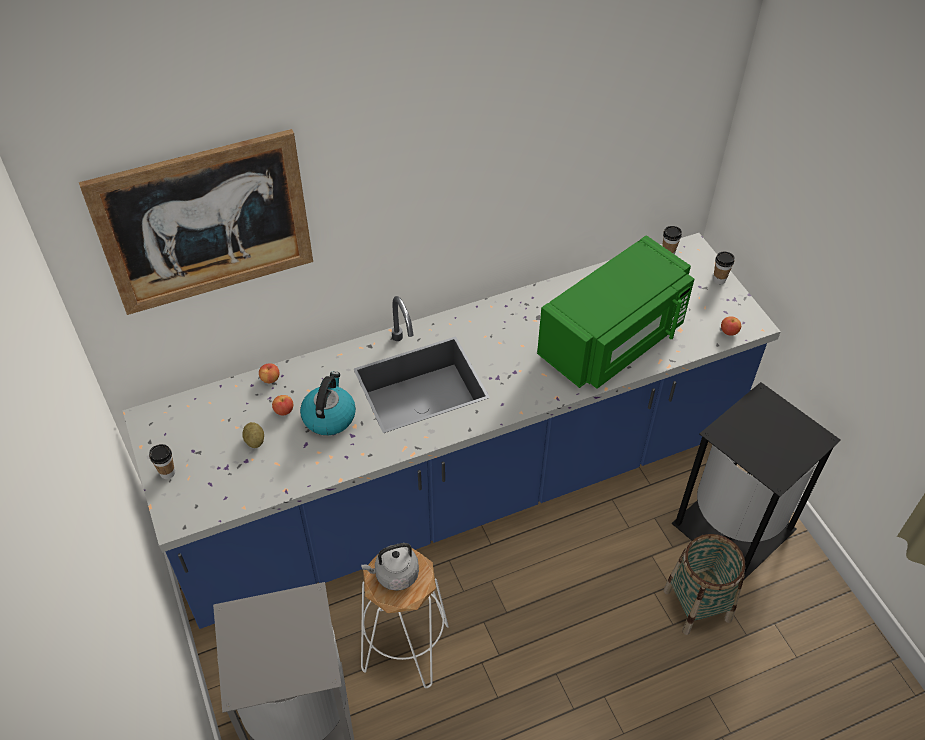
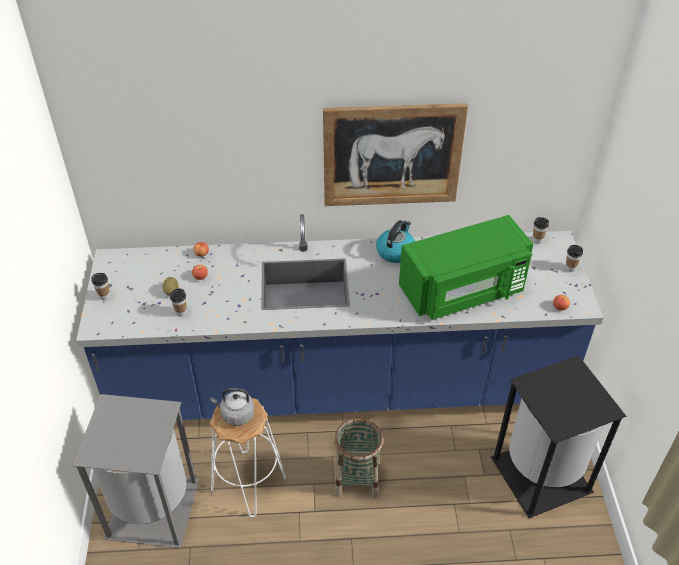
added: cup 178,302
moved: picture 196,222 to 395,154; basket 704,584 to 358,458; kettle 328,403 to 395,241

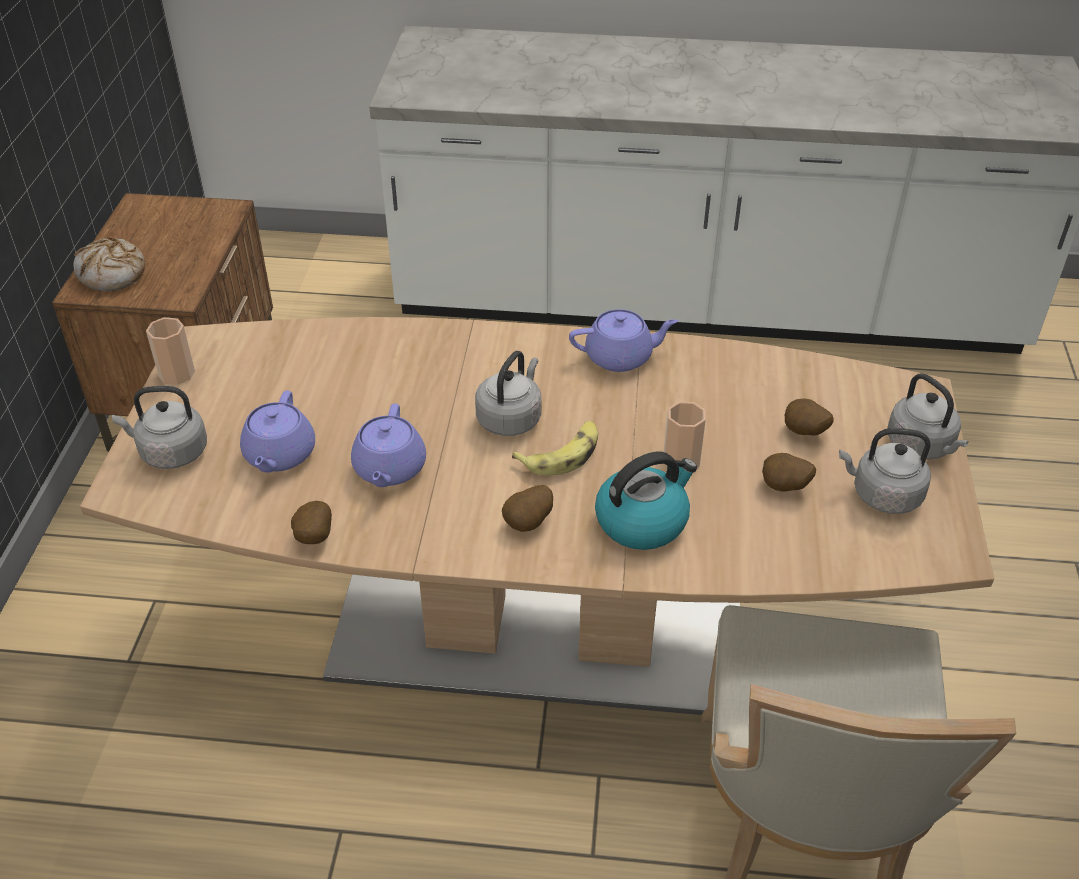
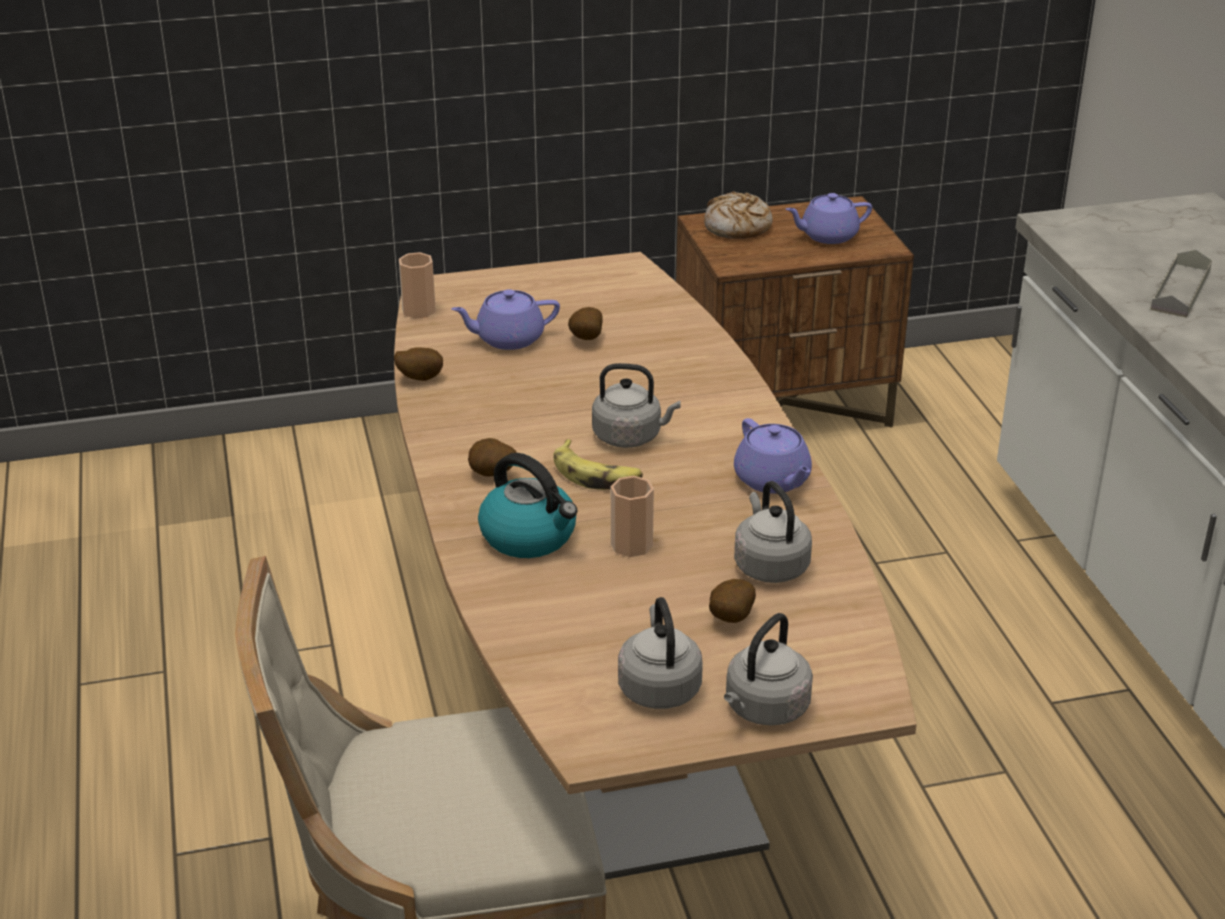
added: tray (grey) 1181,284
moved: cup 170,351 to 417,285; potato 789,472 to 585,323; kettle (grey) 159,427 to 773,532; teapot (purple) 388,445 to 829,218

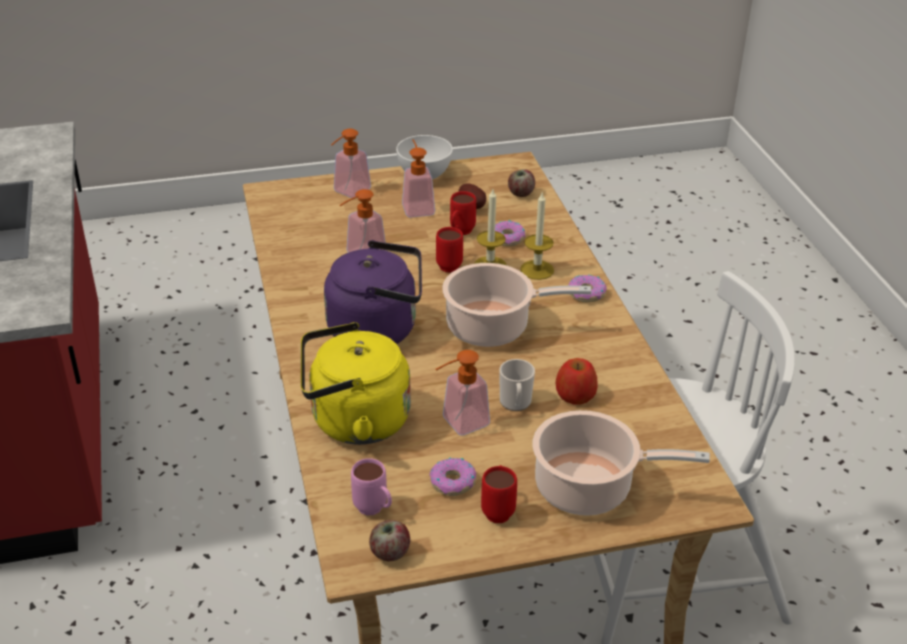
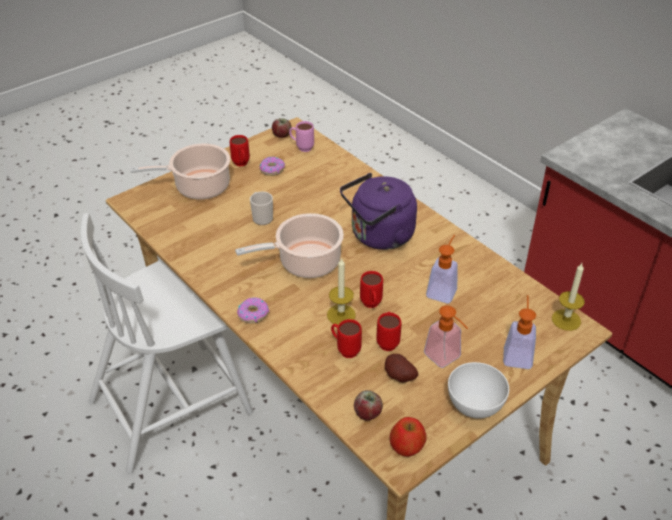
removed: kettle (yellow) 356,383; soap dispenser 462,393
moved: apple 577,381 to 408,437; candle 537,235 to 568,297
replaced: donut 510,233 to mug (red) 346,338

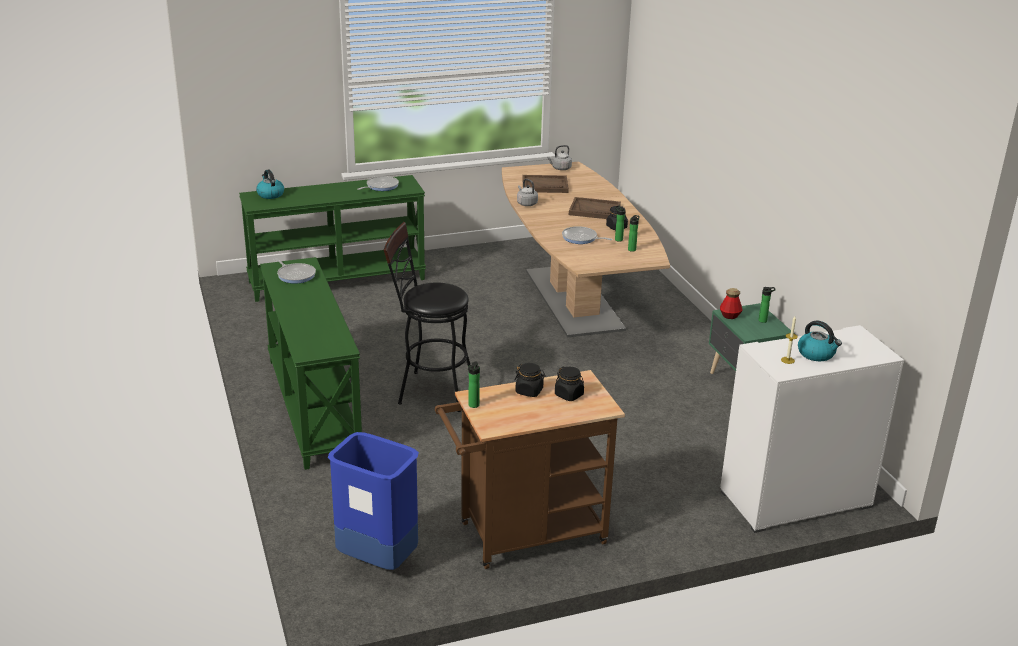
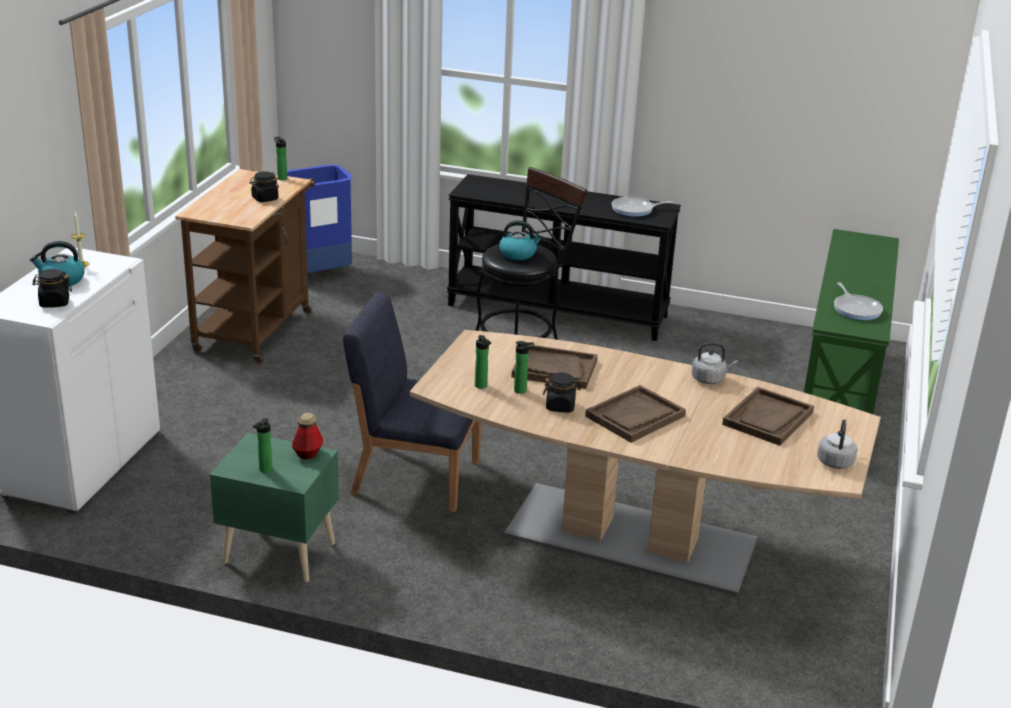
added: chair (blue) 412,402
moved: jar (black) 569,384 to 52,288; kettle 270,184 to 521,240
replaced: frying pan 587,235 to tray (brown) 554,367
recoloured: console table (green) 311,363 to console table (black) 564,257

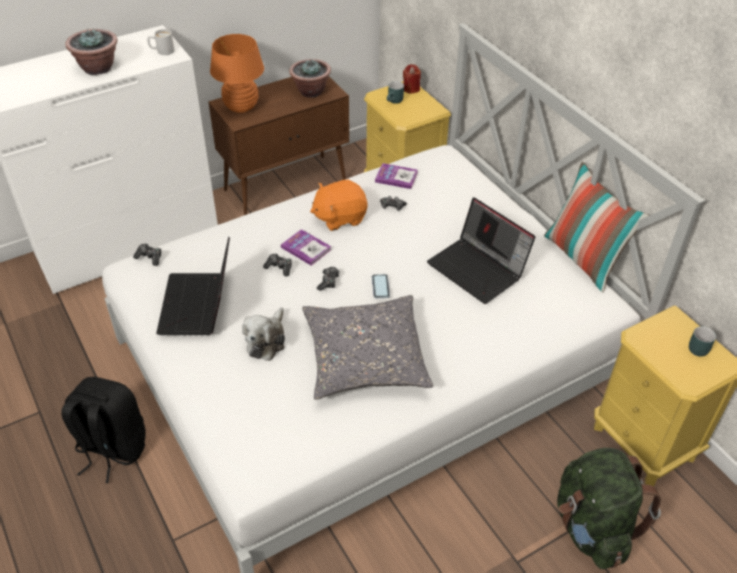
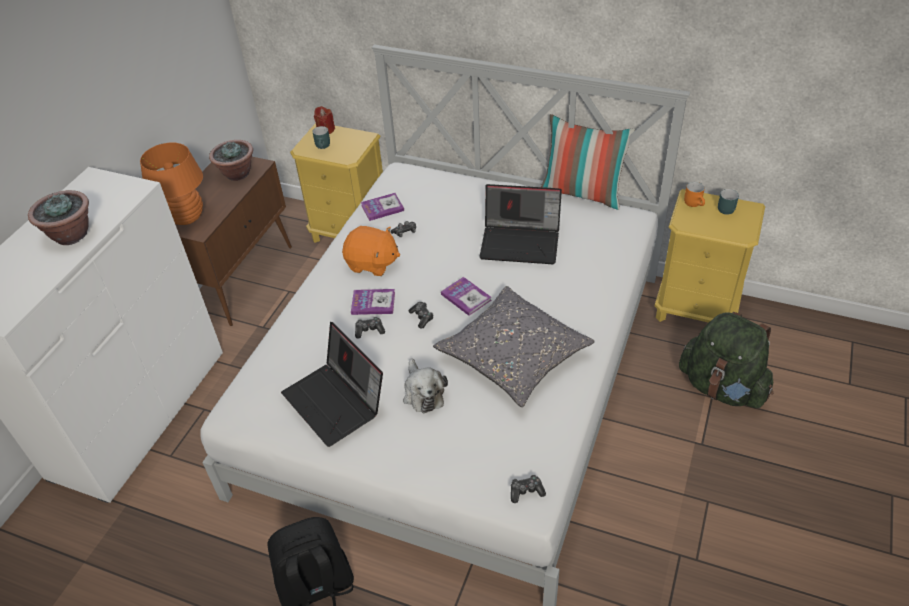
removed: mug (white) 161,42
added: mug (orange) 694,194
moved: game controller 147,255 to 528,489
replaced: phone 381,286 to book 466,296
turned: plush toy (orange) 339,205 = 371,251 105 degrees counterclockwise

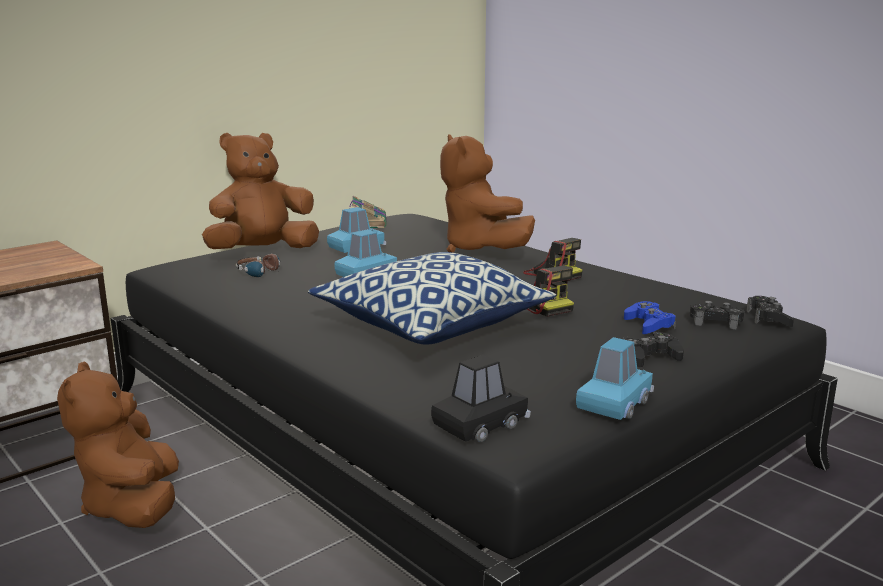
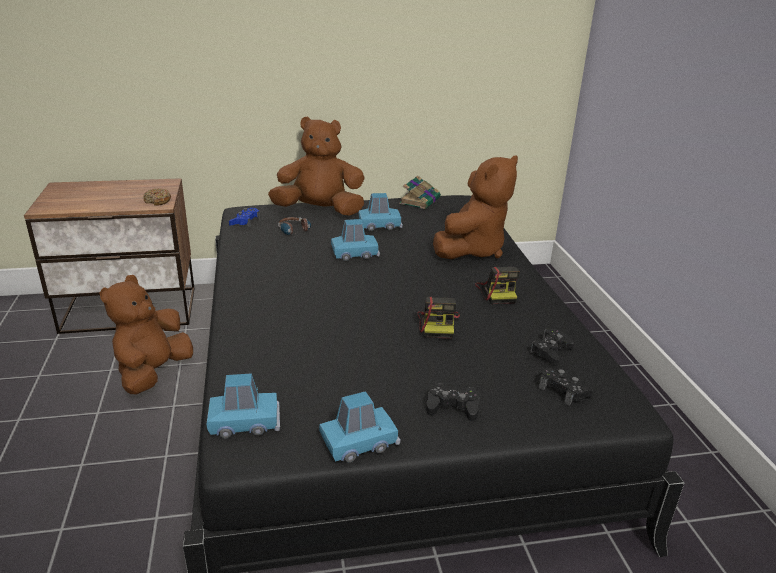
removed: pillow 432,298
added: donut 157,197
moved: game controller (blue) 650,317 to 245,218; game controller (black) 770,311 to 552,347
recoloured: toy car (black) 481,398 to toy car (blue) 243,406
turned: plush toy (brown) 487,193 = 475,207 150 degrees counterclockwise

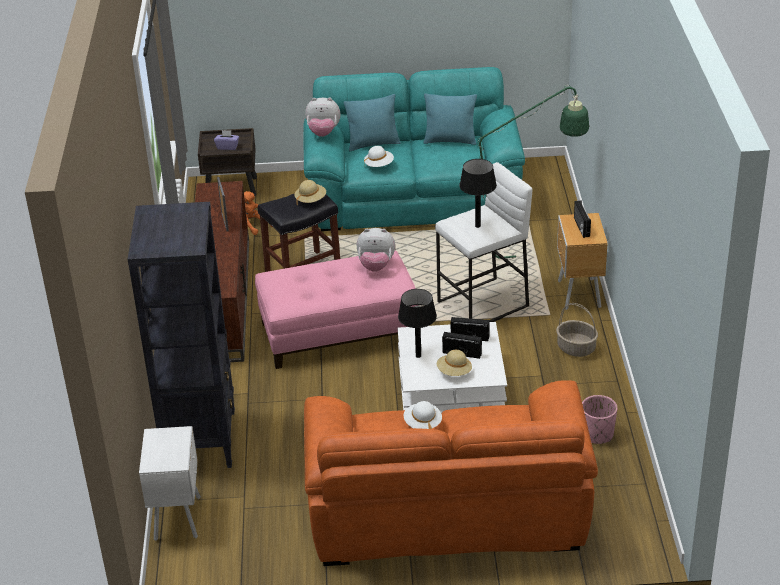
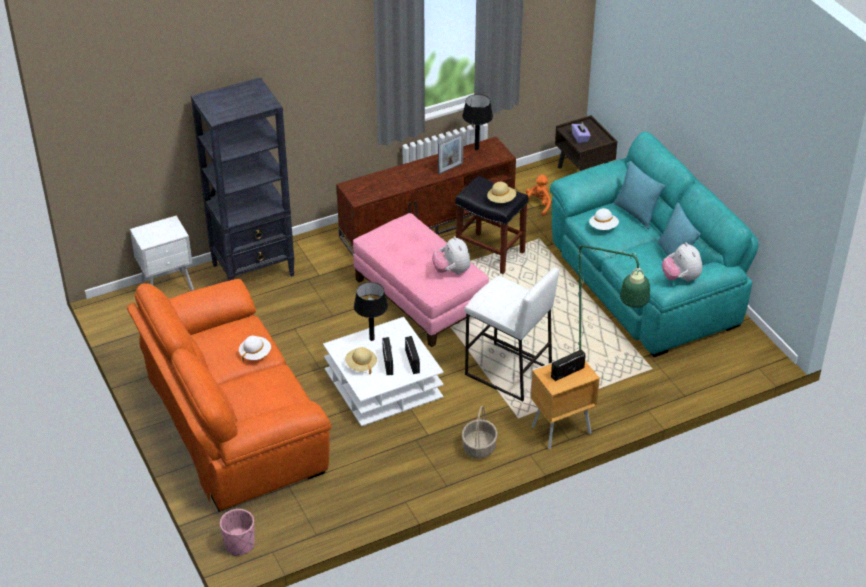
moved: planter (pink) 599,419 to 237,532; table lamp (black) 478,193 to 477,122; plush toy 322,117 to 682,262

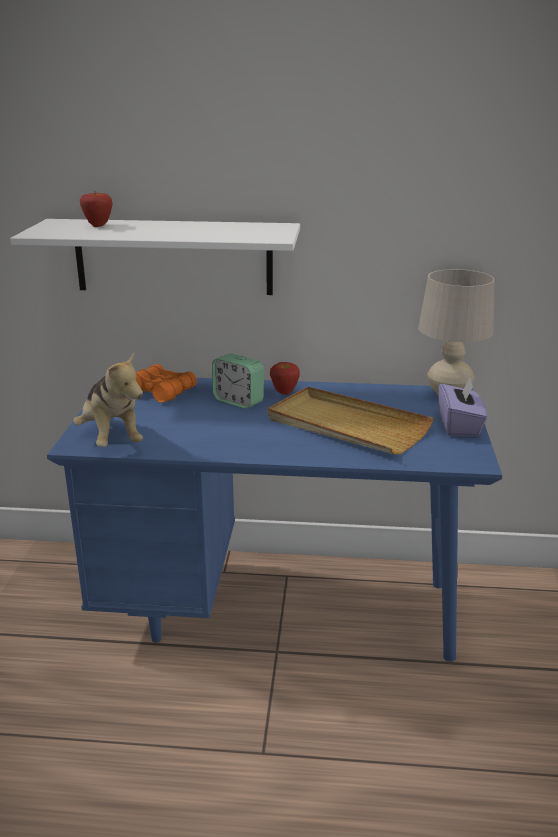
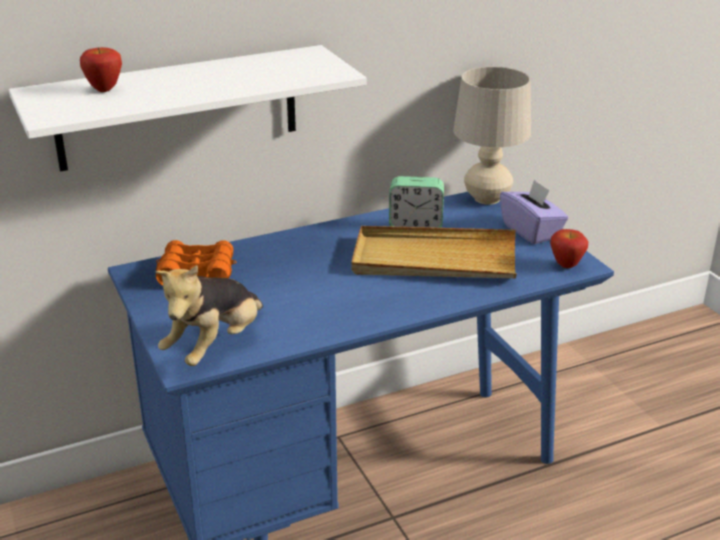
moved: alarm clock 238,381 to 416,202; apple 285,378 to 569,248
turned: plush toy 108,399 = 209,315 90 degrees clockwise

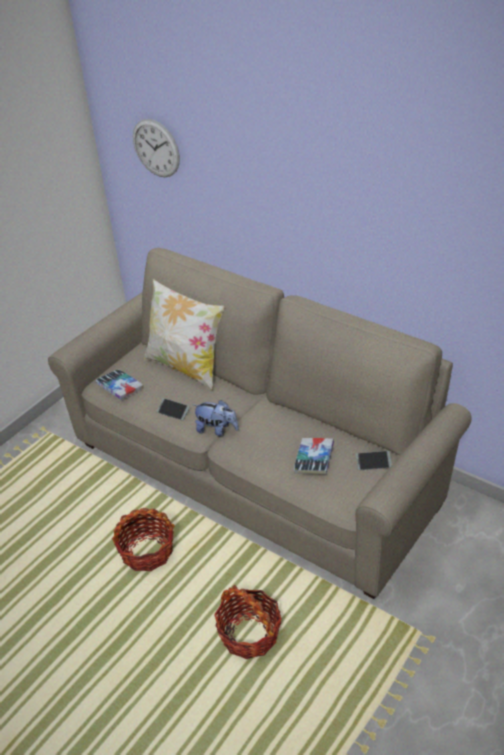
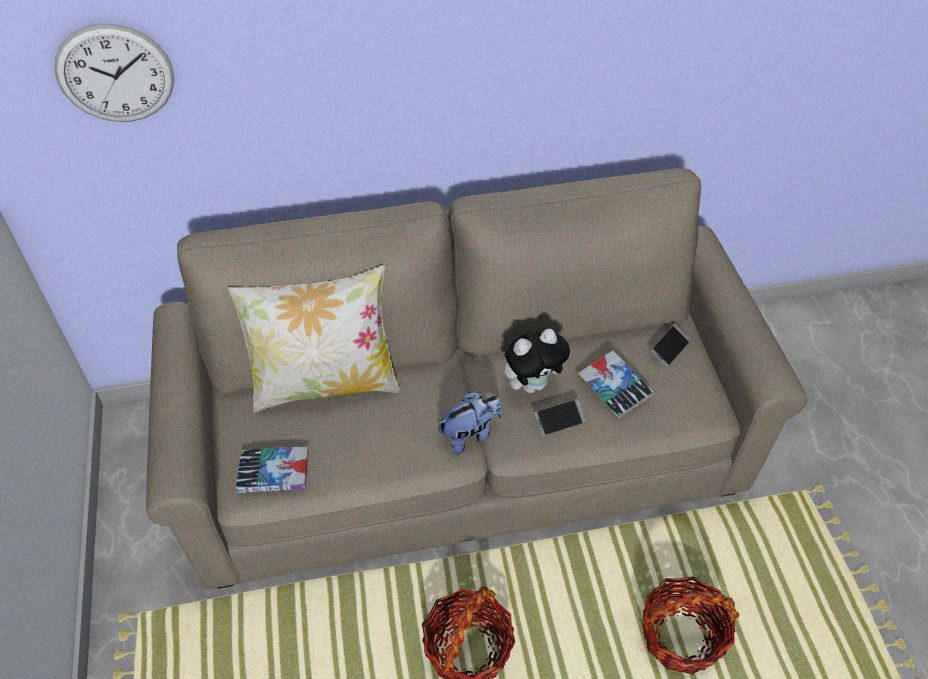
added: plush toy 537,361
moved: phone 173,409 to 560,417

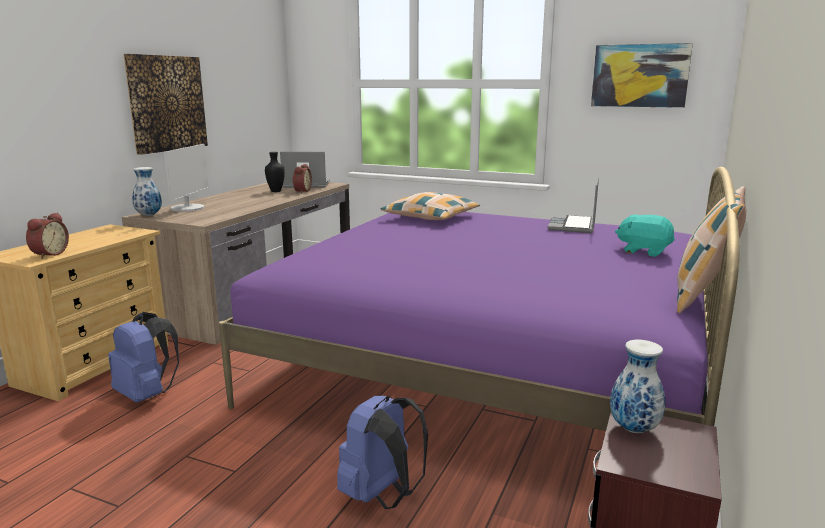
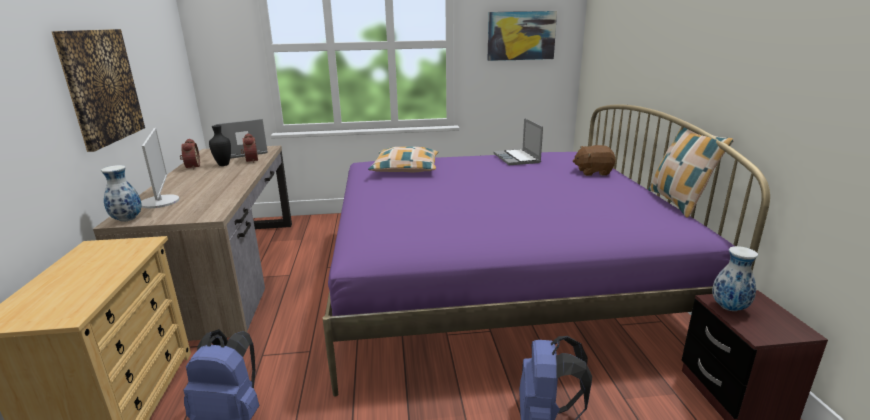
moved: alarm clock 47,236 to 190,153
recoloured: plush toy (turquoise) 645,235 to plush toy (brown) 594,160

